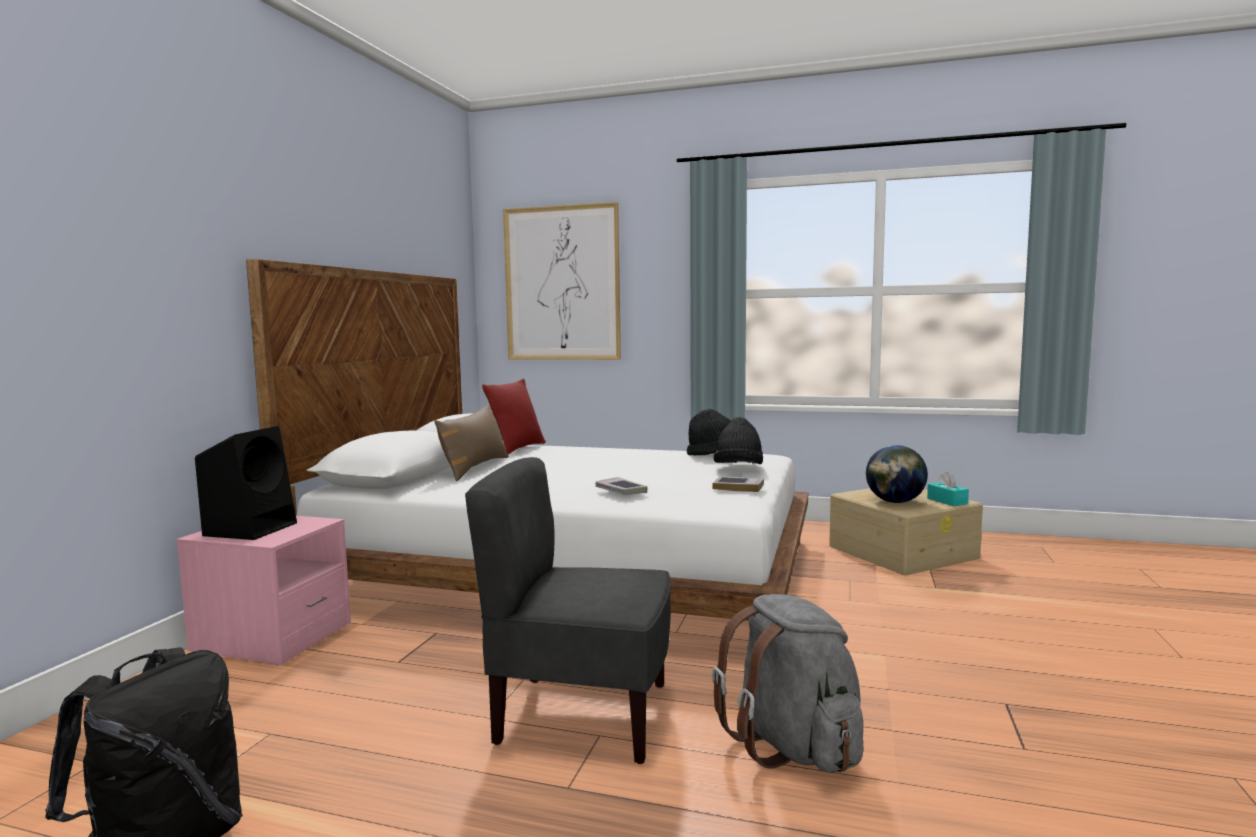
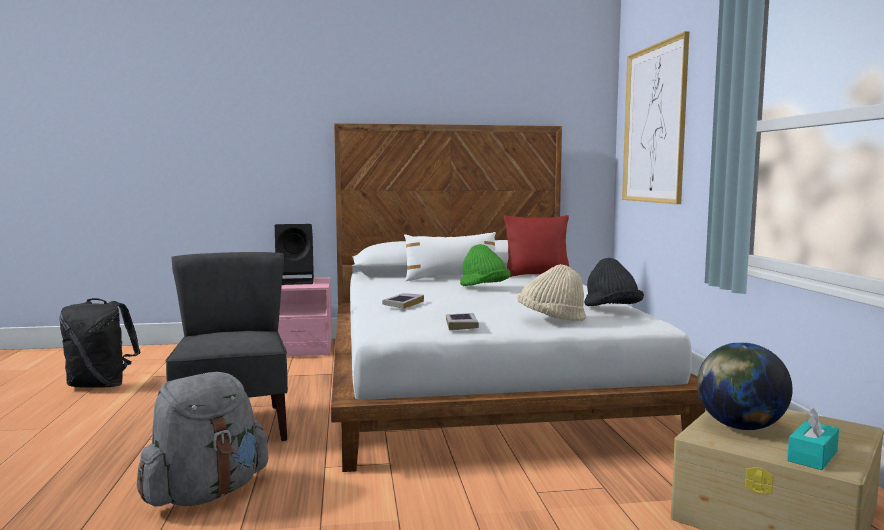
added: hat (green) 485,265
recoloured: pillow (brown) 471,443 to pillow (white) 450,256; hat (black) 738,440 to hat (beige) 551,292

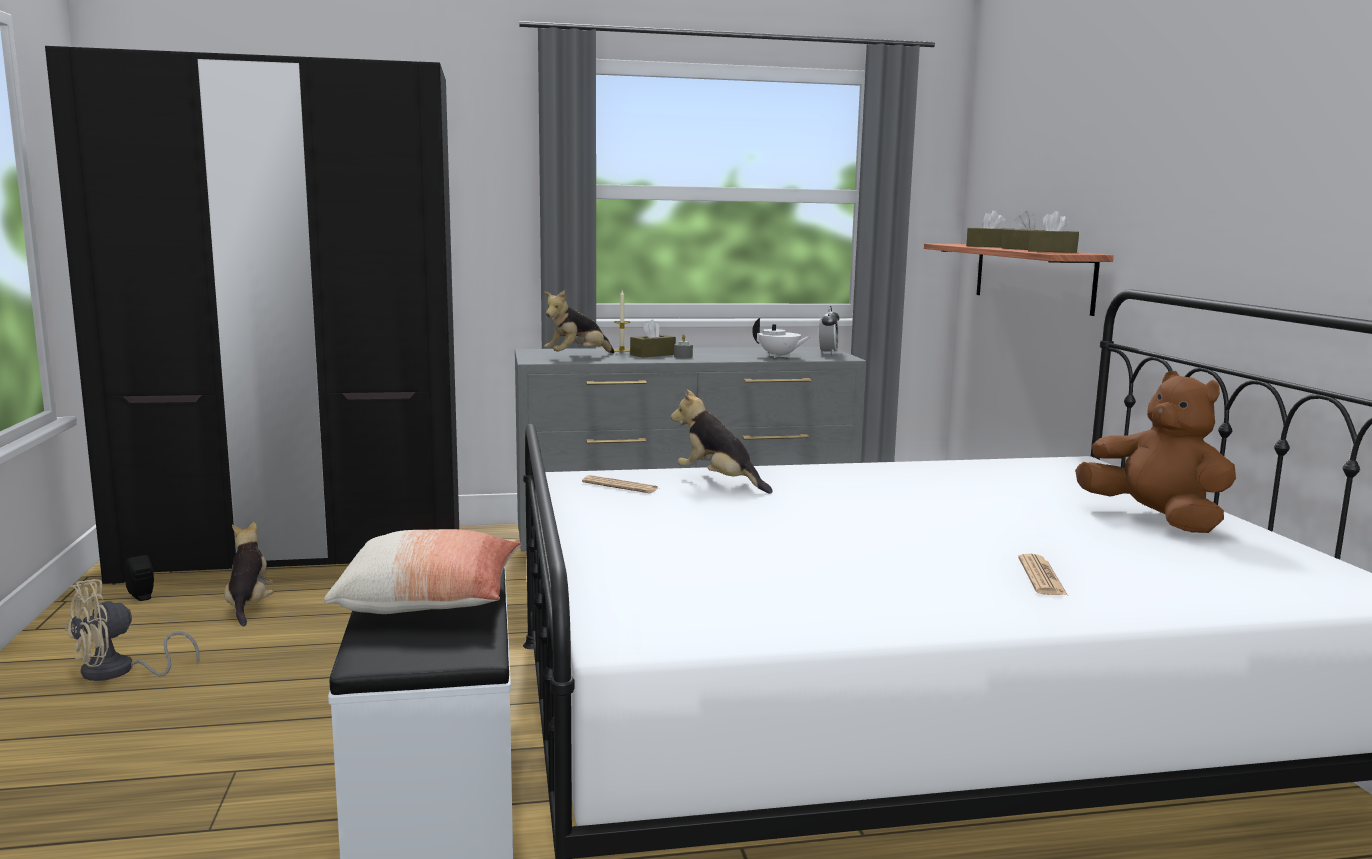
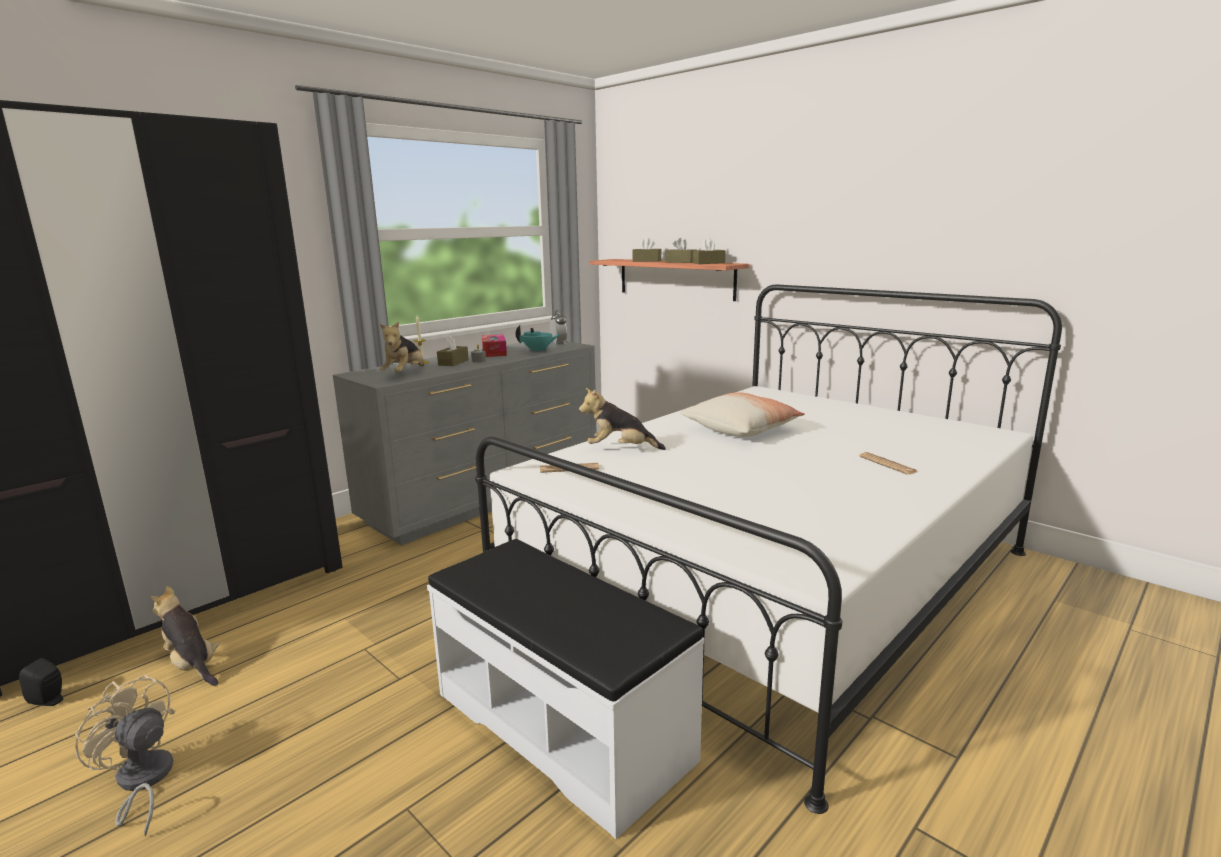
removed: plush toy (brown) 1155,452
added: tissue box 494,345
moved: pillow 423,571 to 742,414
recoloured: teapot (white) 781,338 to teapot (turquoise) 538,338
turned: fan (beige) 132,630 = 125,755 105 degrees clockwise

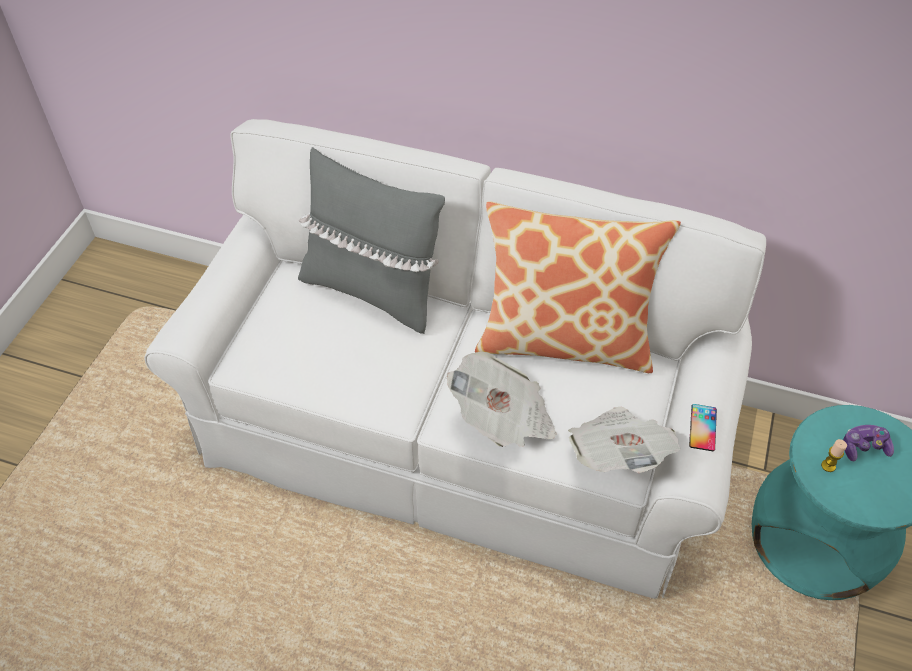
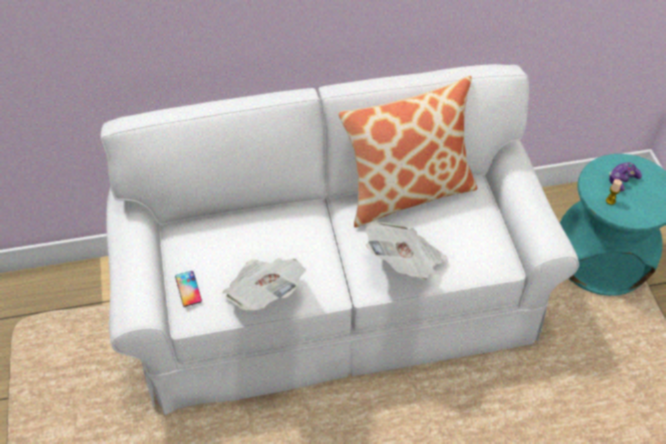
removed: pillow (grey) 371,240
moved: phone 703,427 to 188,289; newspaper 624,440 to 264,284

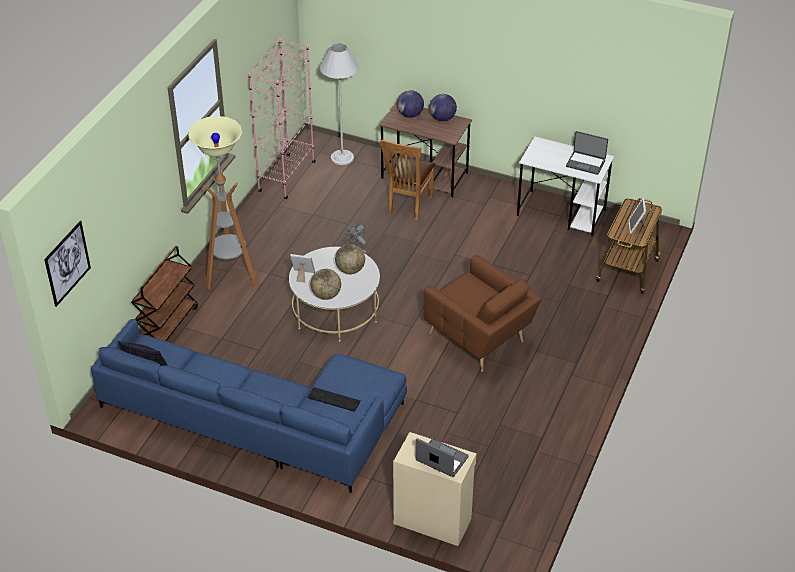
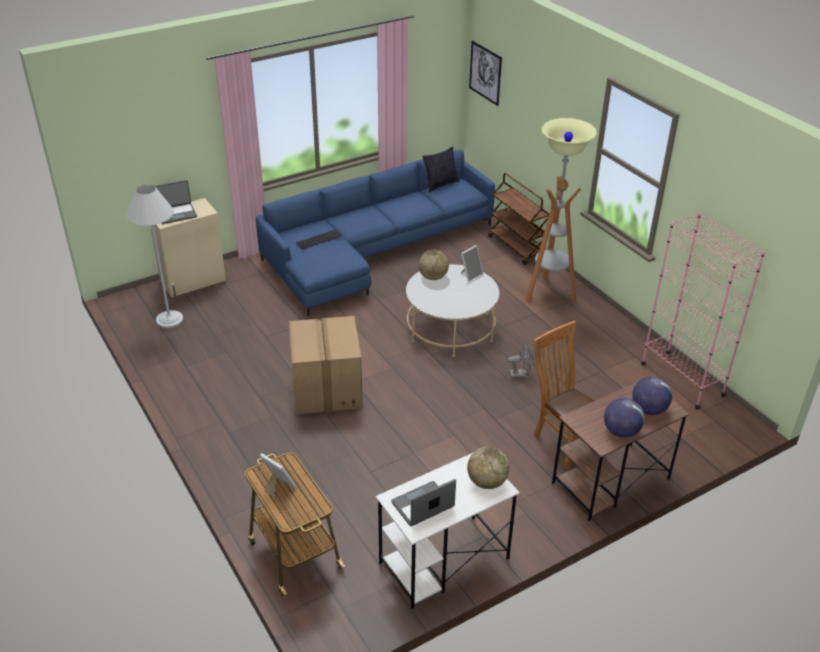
moved: floor lamp (white) 339,104 to 154,256; globe 350,259 to 488,467
replaced: armchair (brown) 482,313 to cardboard box 326,365

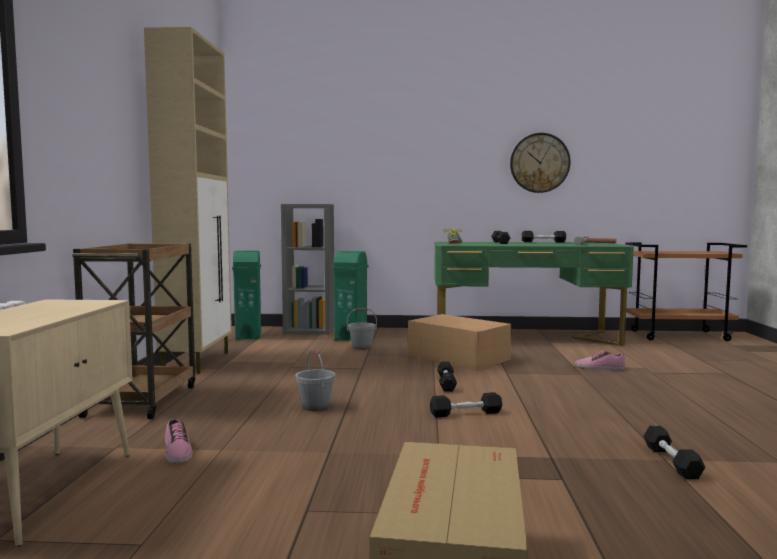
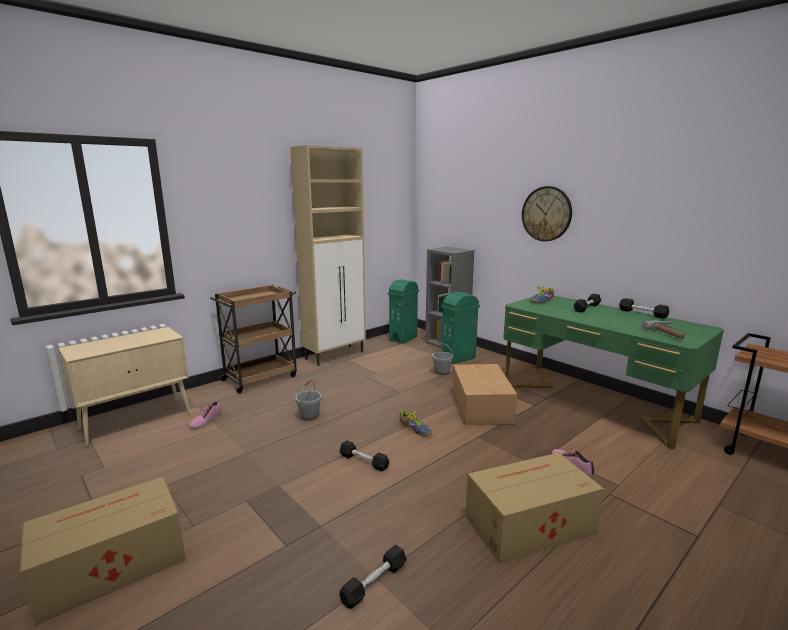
added: cardboard box 534,508
moved: wall clock 540,163 to 547,214
replaced: dumbbell (black) 447,376 to shoe 415,423

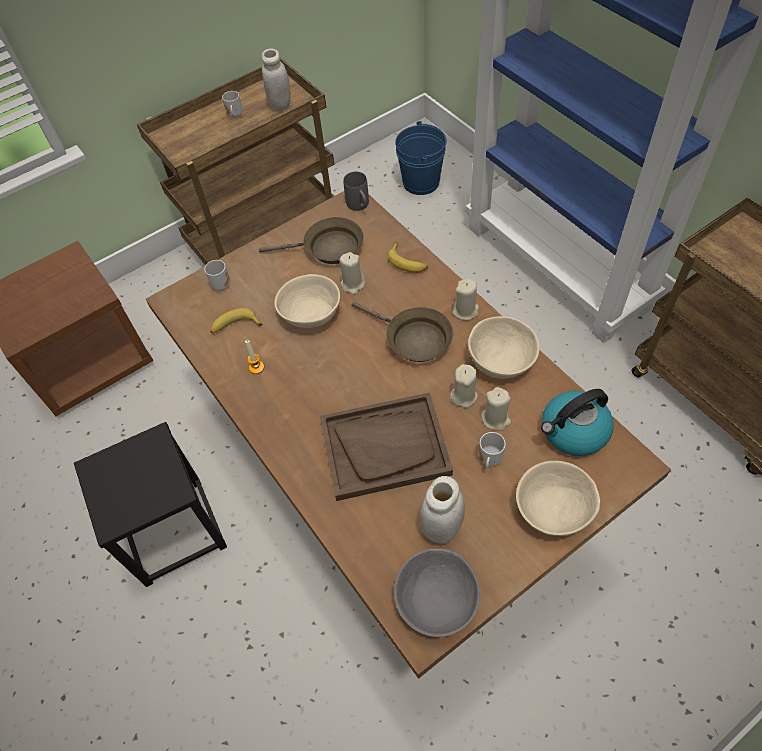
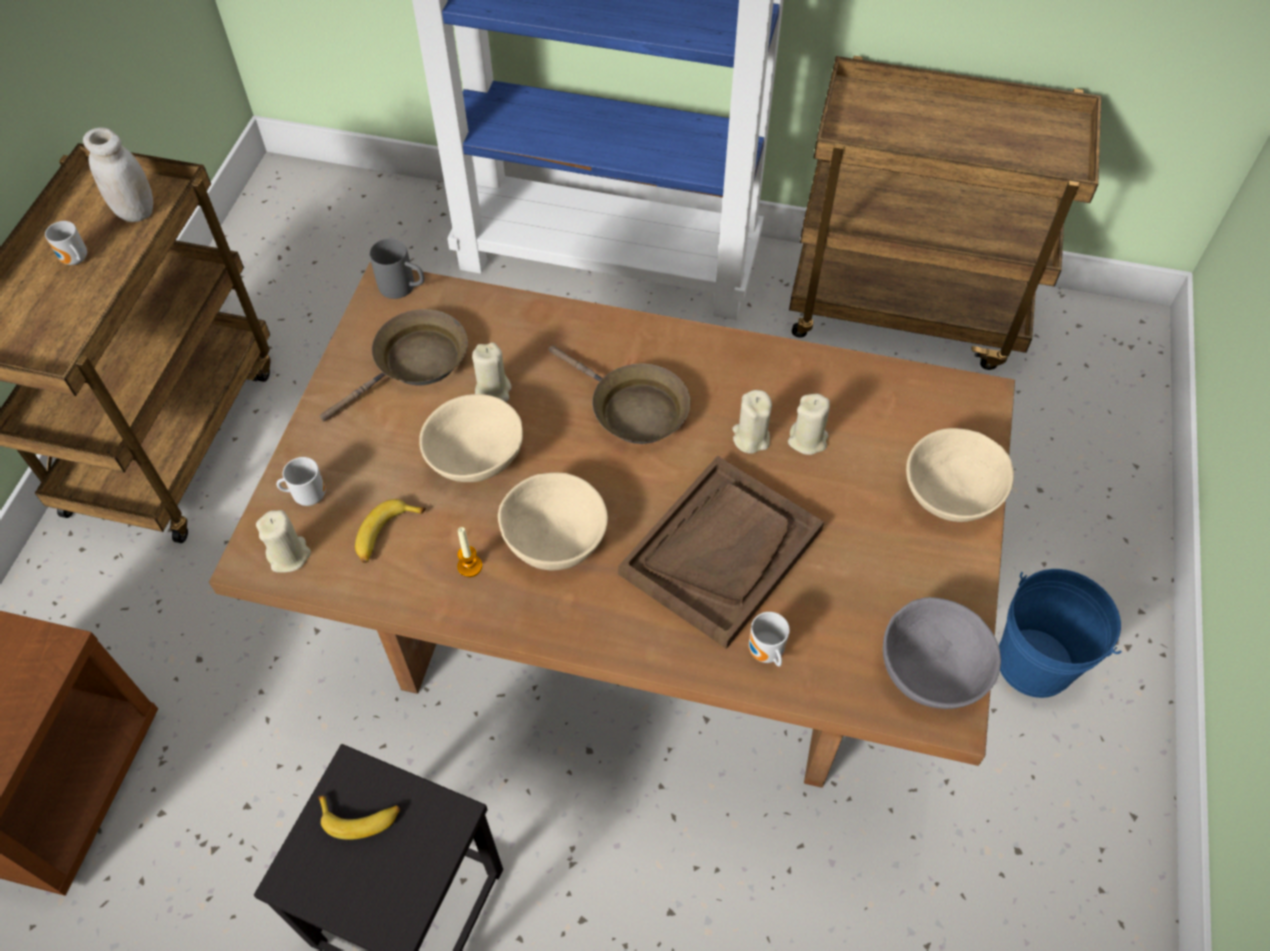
removed: jar (white) 442,510; kettle 577,422
moved: candle (beige) 465,299 to 283,541; banana 407,257 to 359,818; bowl (beige) 504,347 to 553,521; mug 492,450 to 769,639; bucket (blue) 421,158 to 1060,633
turned: frying pan (brown) 402,332 = 619,395 45 degrees clockwise

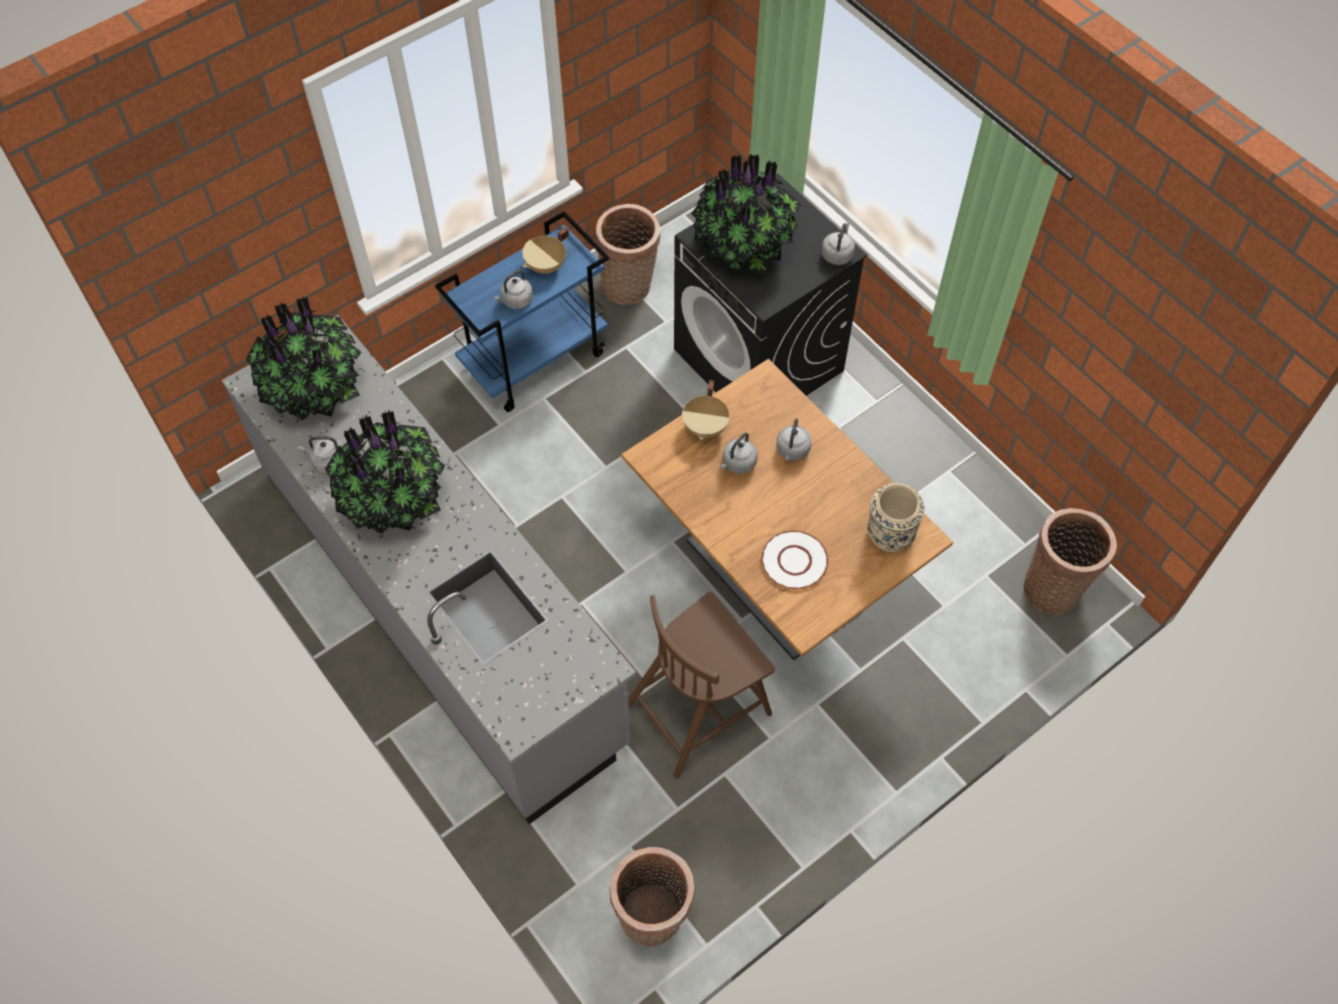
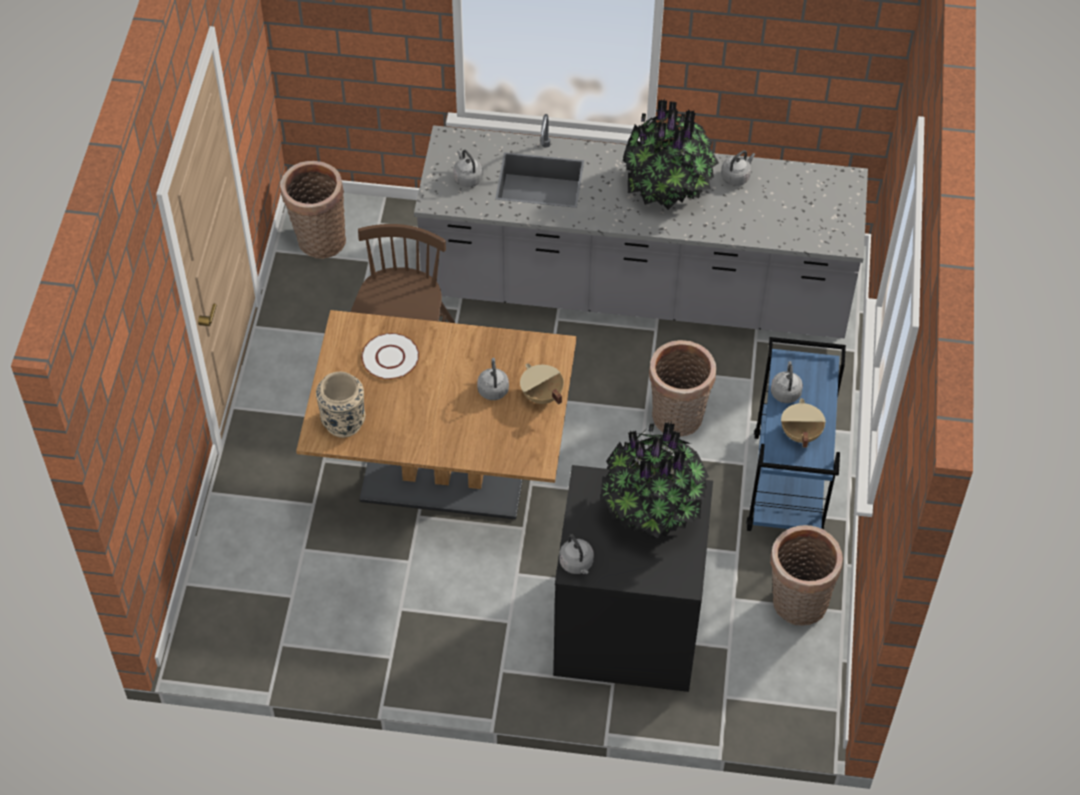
removed: potted plant 303,358
moved: kettle (grey) 793,439 to 468,168; basket 1070,561 to 683,388

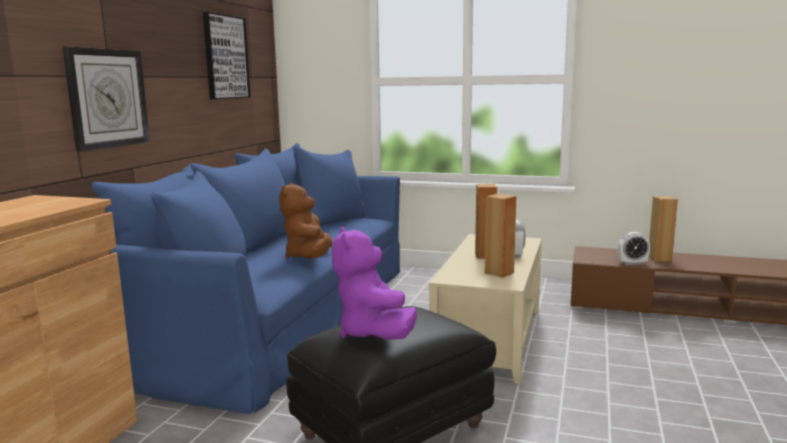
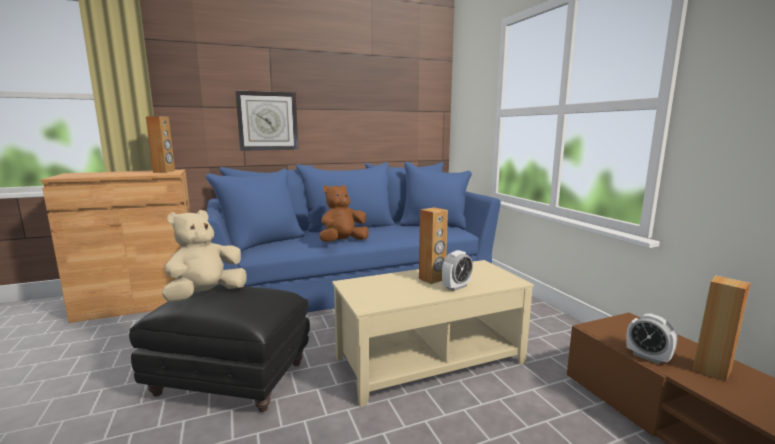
removed: picture 226,55
moved: speaker (brown) 500,236 to 160,144
recoloured: plush toy (purple) 374,283 to plush toy (beige) 204,256

